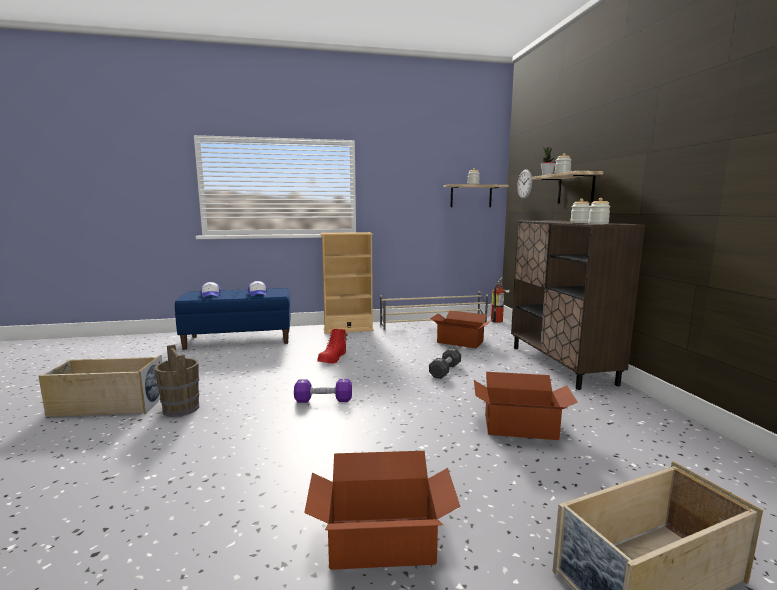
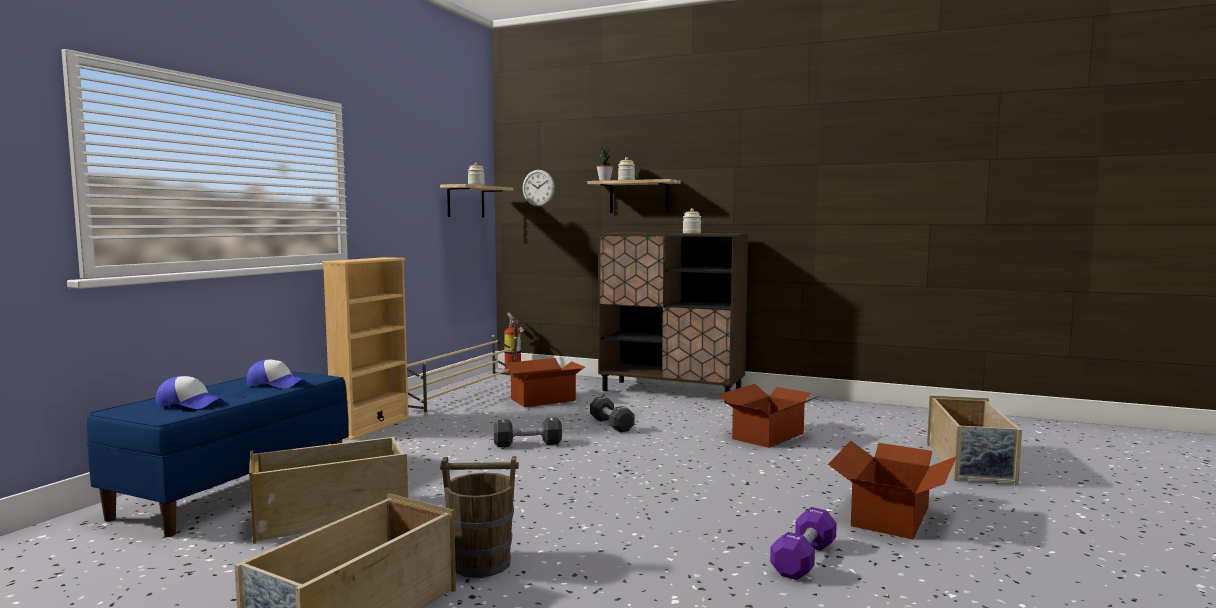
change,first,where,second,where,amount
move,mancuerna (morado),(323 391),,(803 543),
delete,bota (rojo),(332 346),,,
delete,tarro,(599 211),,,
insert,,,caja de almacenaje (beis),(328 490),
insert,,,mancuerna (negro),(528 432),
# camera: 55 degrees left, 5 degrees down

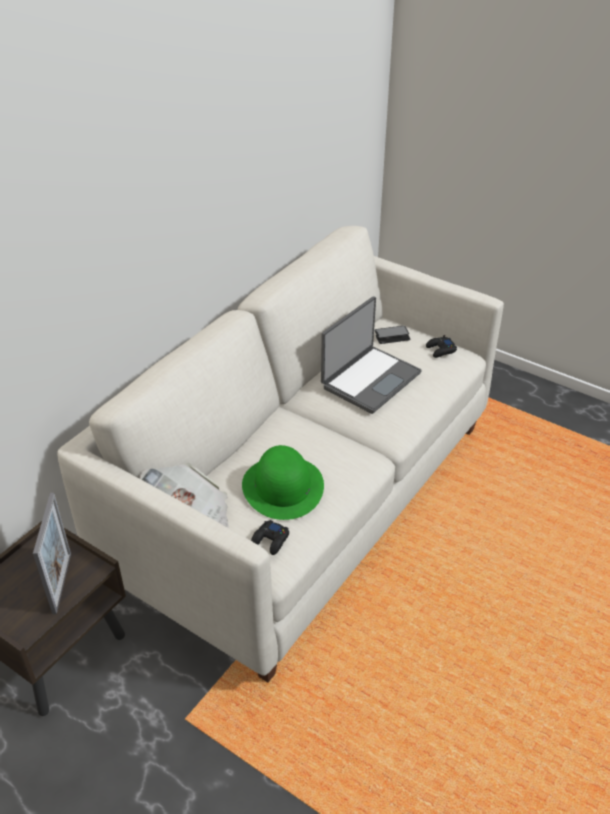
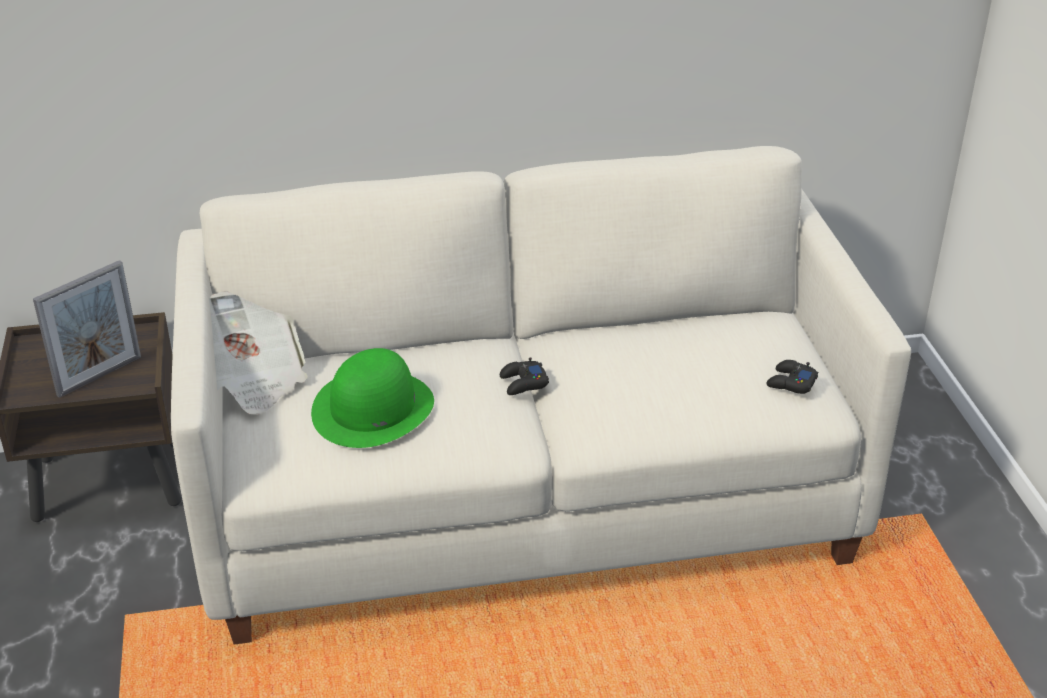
change,first,where,second,where,amount
move,mando de consola (negro),(270 537),,(524 376),
delete,portátil,(371 355),,,
delete,móvil,(392 335),,,
# camera: 45 degrees right, 5 degrees down

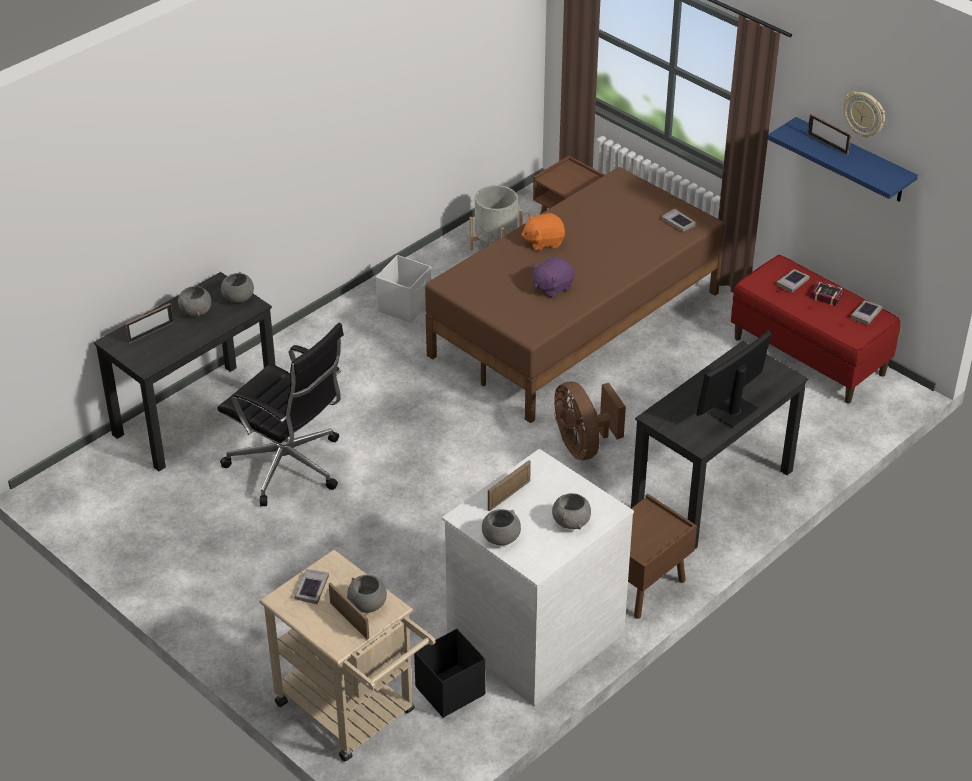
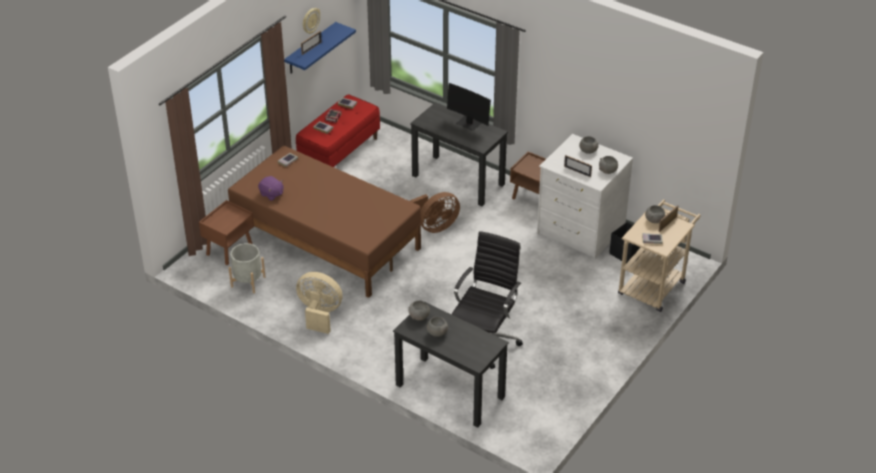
change,first,where,second,where,amount
delete,portarretratos,(149 323),,,
replace,caja de almacenaje (blanco),(403 289),ventilador (beis),(319 303),
delete,peluche (naranja),(543 232),,,
move,peluche (morado),(553 277),,(270 188),
# camera: 100 degrees left, 0 degrees up

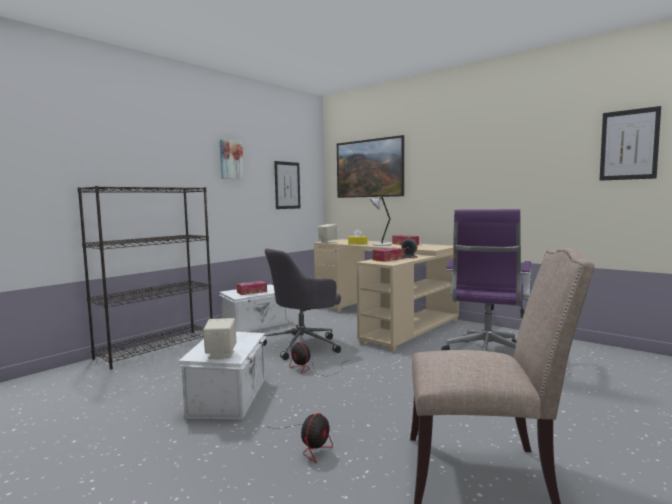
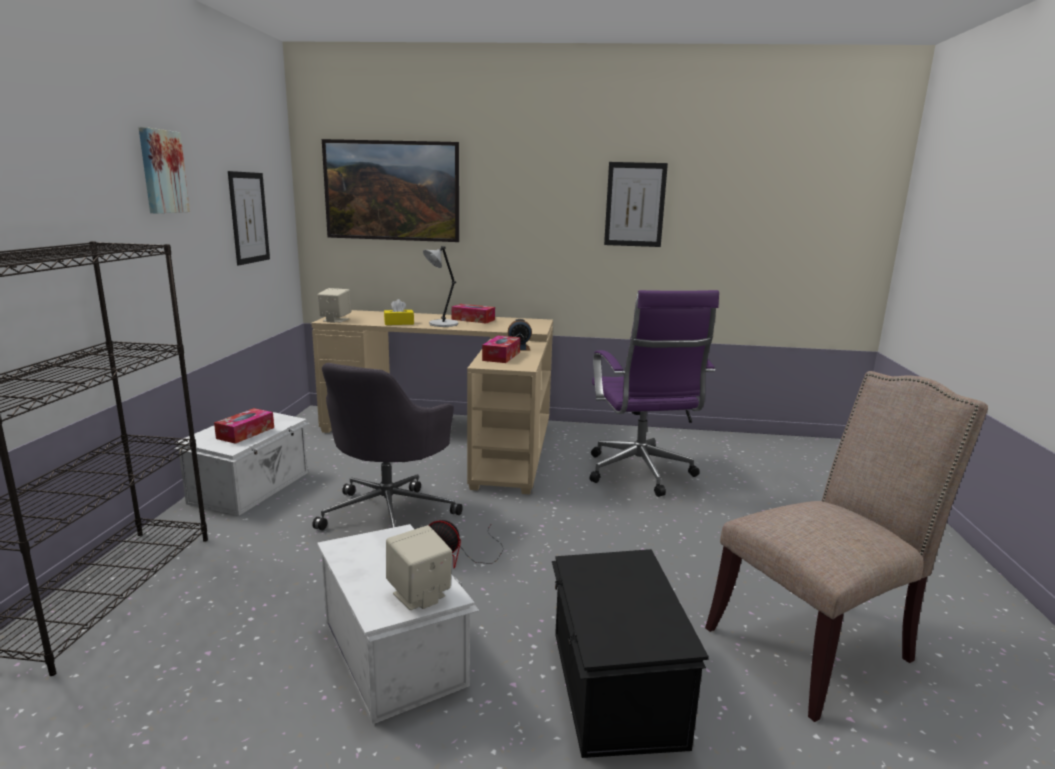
change,first,where,second,where,amount
replace,ventilador,(299 438),caja de almacenaje (negro),(630 653),
move,cuadro,(630 143),,(636 204),
# camera: 35 degrees left, 10 degrees up

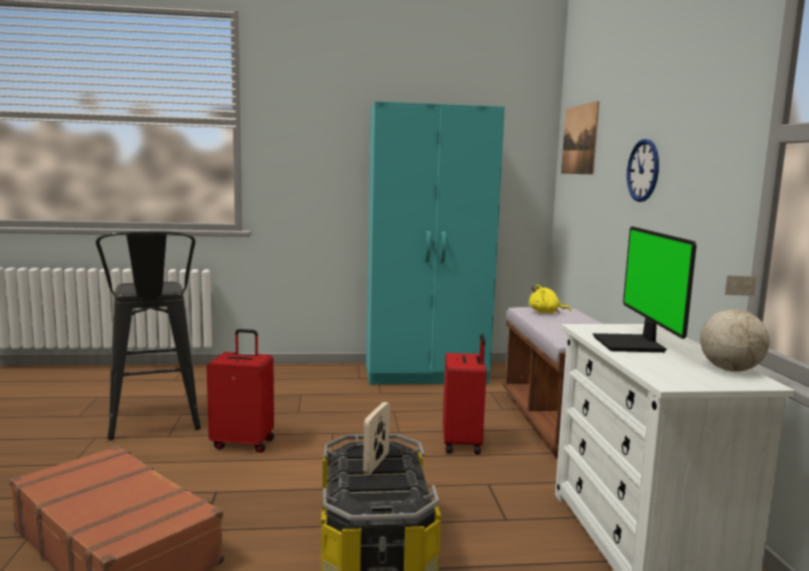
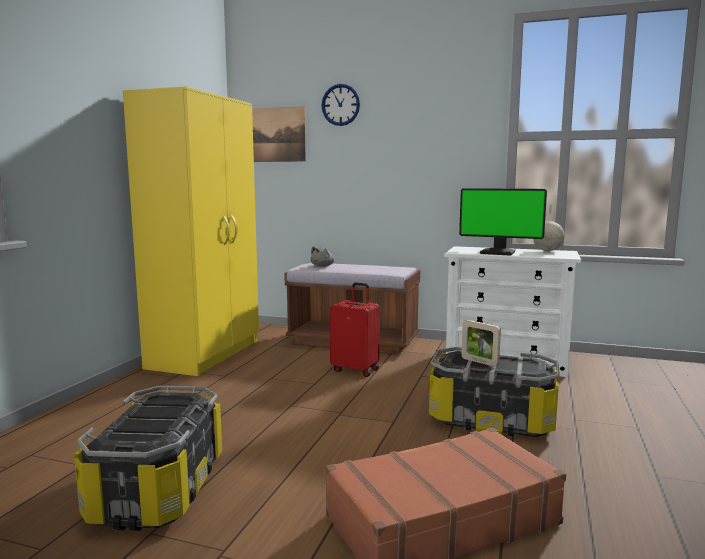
change,first,where,second,where,amount
replace,taburete (negro),(148 335),caja de almacenaje,(148 458),
delete,maleta (rojo),(240 391),,,
recolor,armario ropero (turquesa),(435 243),armario ropero (amarillo),(191 231),
recolor,peluche (amarillo),(550 298),peluche (gris),(322 256),
move,reloj de pared,(643 170),,(341 105),
# camera: 65 degrees left, 0 degrees up

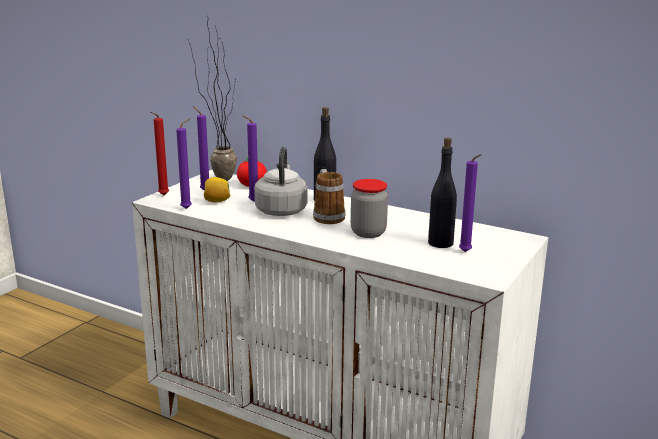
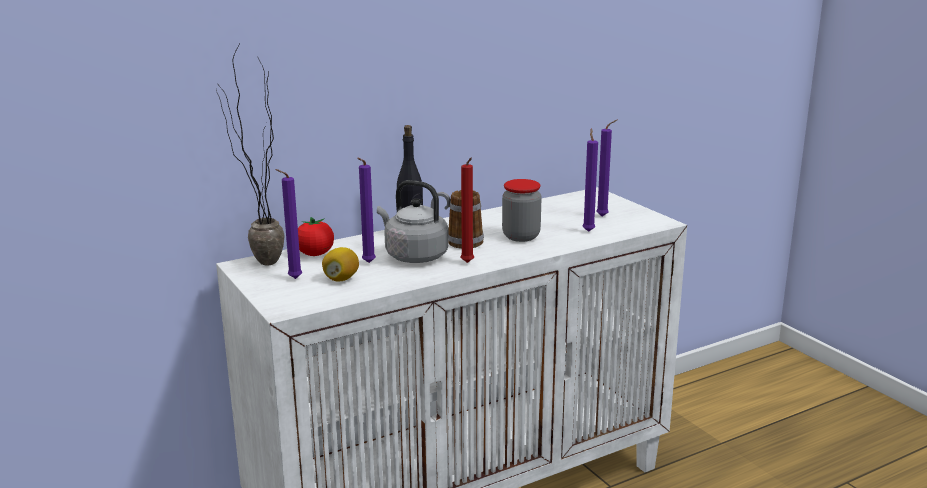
change,first,where,second,where,amount
move,vela (rojo),(159 153),,(467 210),
move,vela (morado),(184 163),,(590 180),
delete,botella (negro),(442 192),,,
# camera: 60 degrees left, 0 degrees up

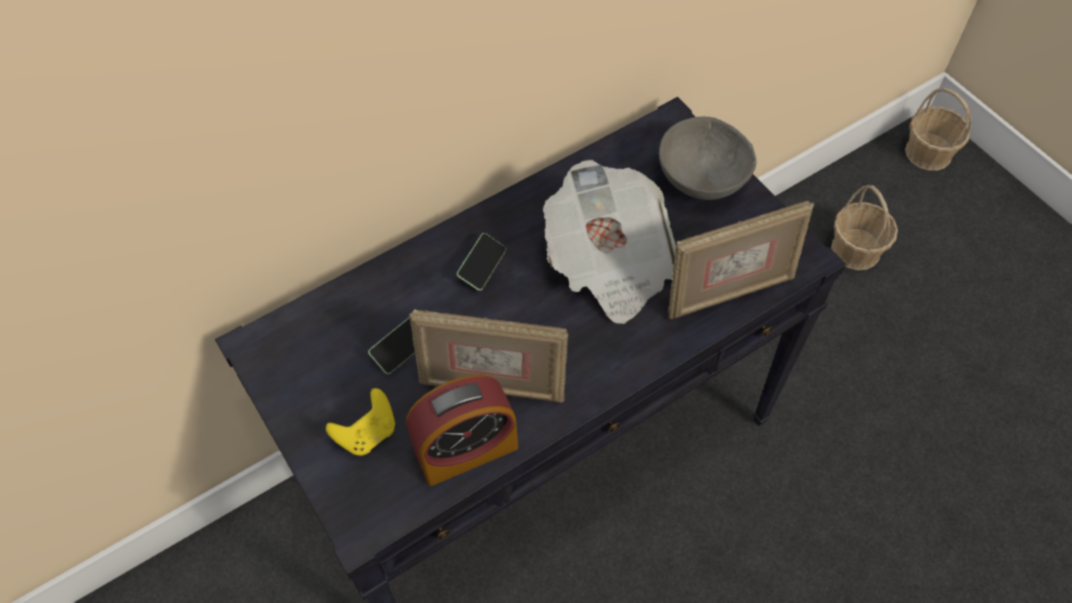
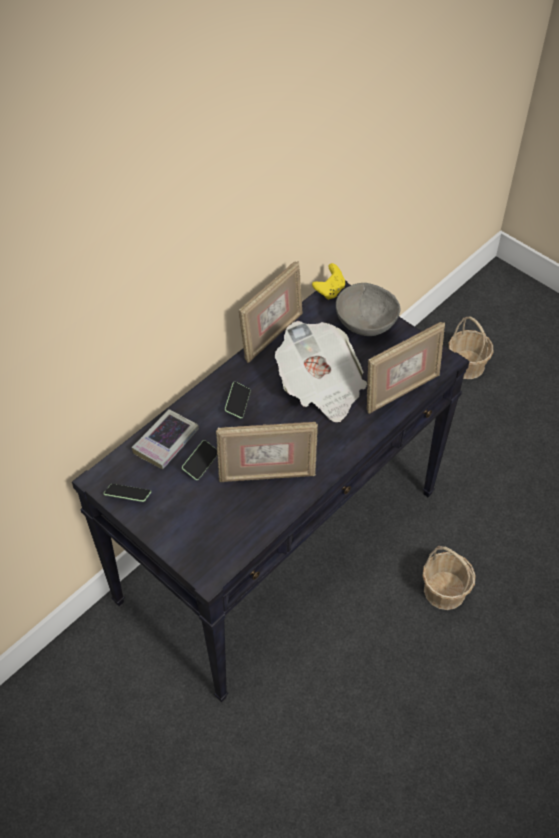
change,first,where,second,where,amount
move,mando de consola (amarillo),(360 422),,(328 281),
delete,despertador,(462 430),,,
move,cesta,(938 129),,(449 578),
insert,,,móvil,(127 493),
insert,,,libro,(165 439),
insert,,,portarretratos,(270 312),
# camera: 15 degrees left, 5 degrees down

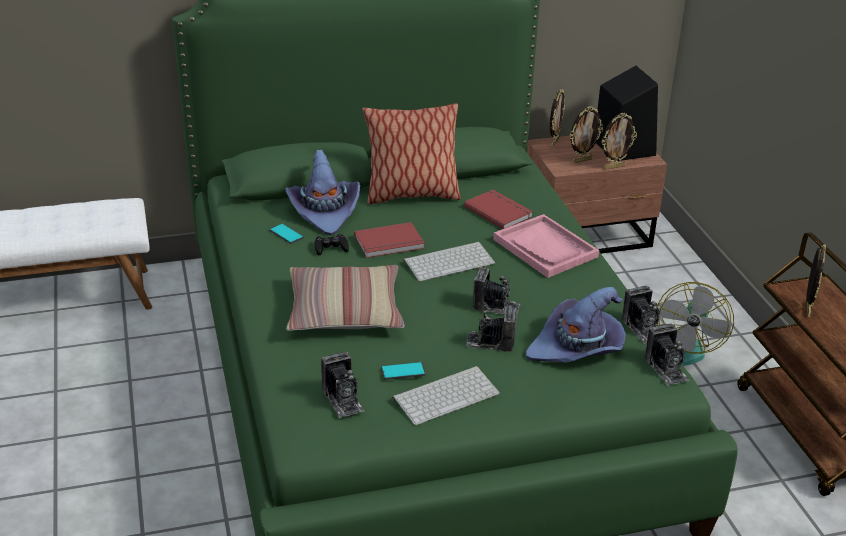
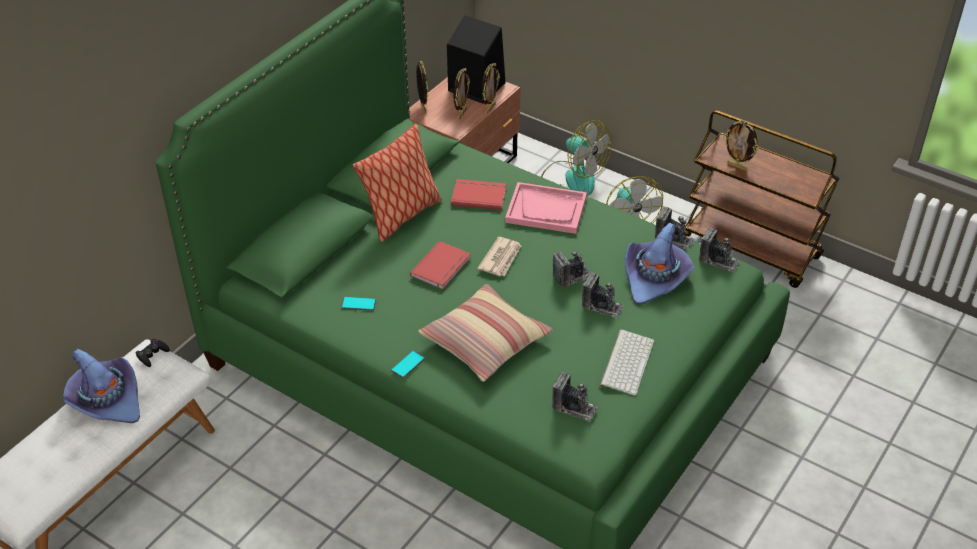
change,first,where,second,where,amount
move,sombrero (morado),(322 192),,(101 386),
move,mando de consola (negro),(331 244),,(152 353),
move,móvil,(403 371),,(408 364),
replace,teclado,(449 262),periódico,(499 256),
rotate,cámara,(491 329),,(603 295),120 degrees counterclockwise
rotate,portarretratos,(816 280),,(741 145),150 degrees clockwise
insert,,,ventilador,(576 158),
# camera: 40 degrees left, 10 degrees up

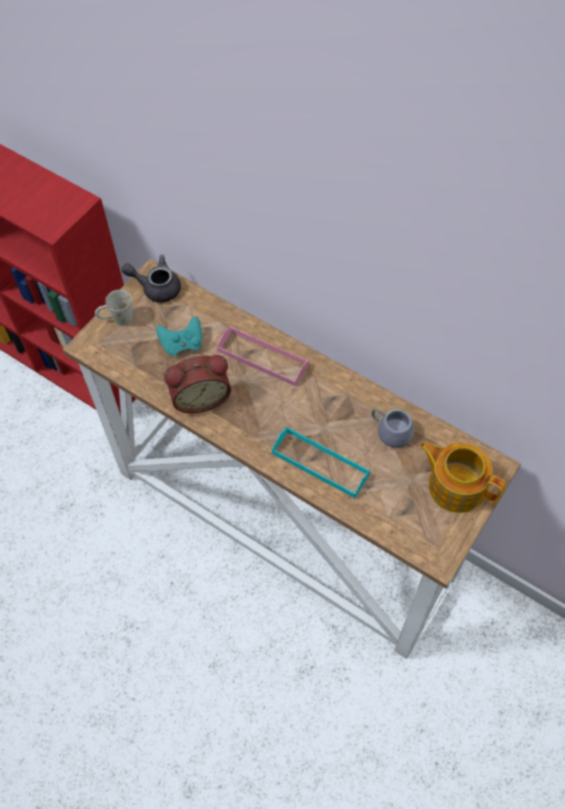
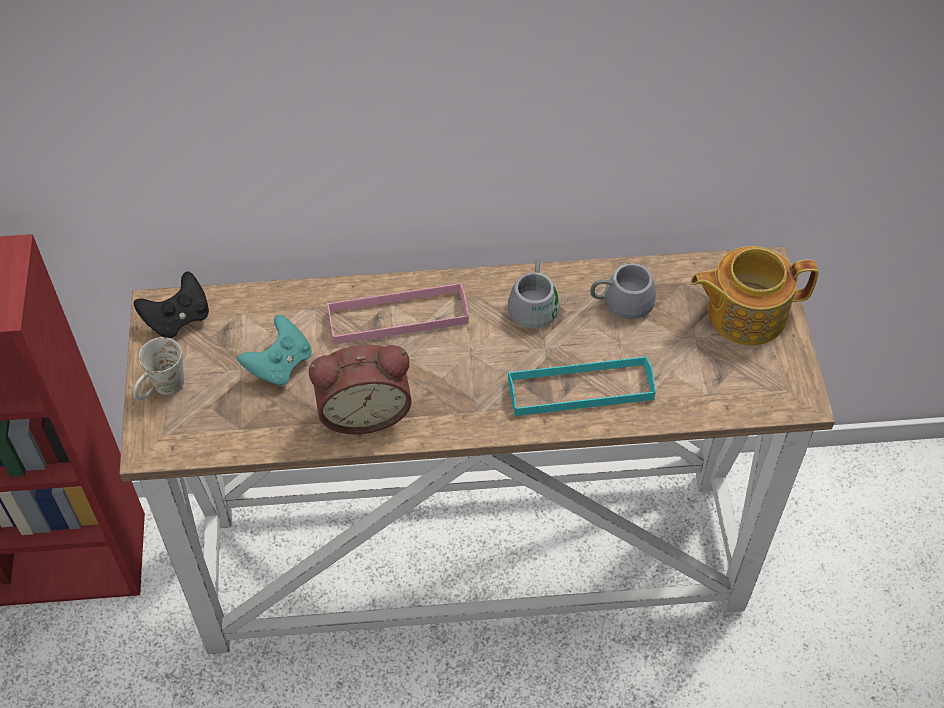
change,first,where,second,where,amount
replace,tetera (gris),(151 279),mando de consola (negro),(171 304),
rotate,despertador,(197 384),,(360 389),45 degrees clockwise
insert,,,taza grande (gris),(540 294),
# camera: 40 degrees left, 5 degrees down

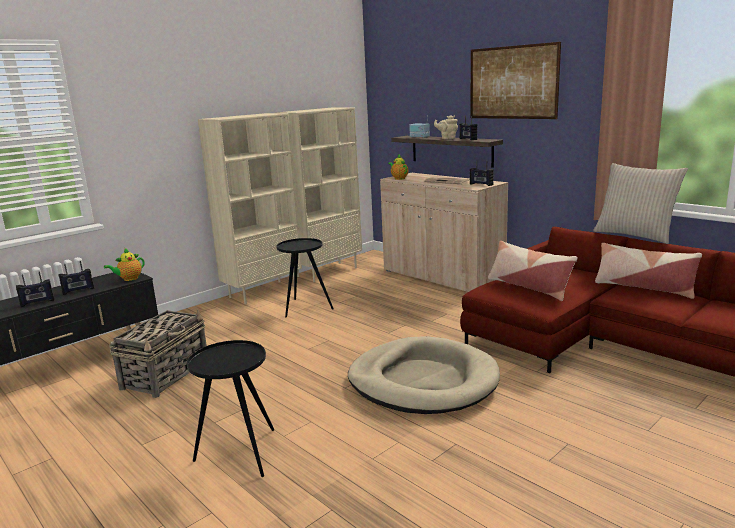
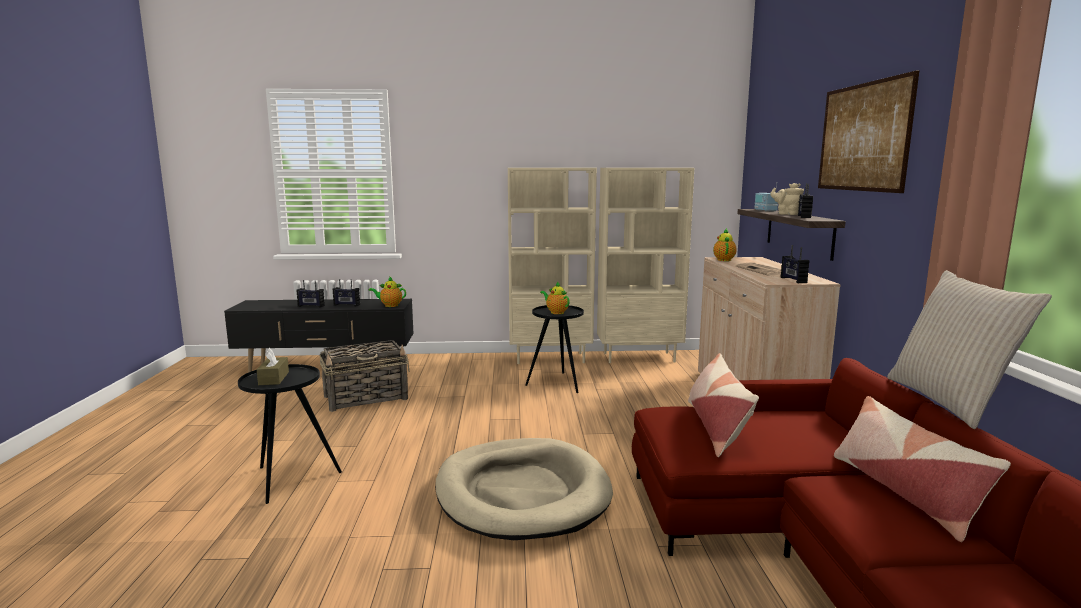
change,first,where,second,where,amount
insert,,,caja de pañuelos (marrón),(273 366),
insert,,,tetera,(555 297),
# camera: 40 degrees right, 5 degrees down

